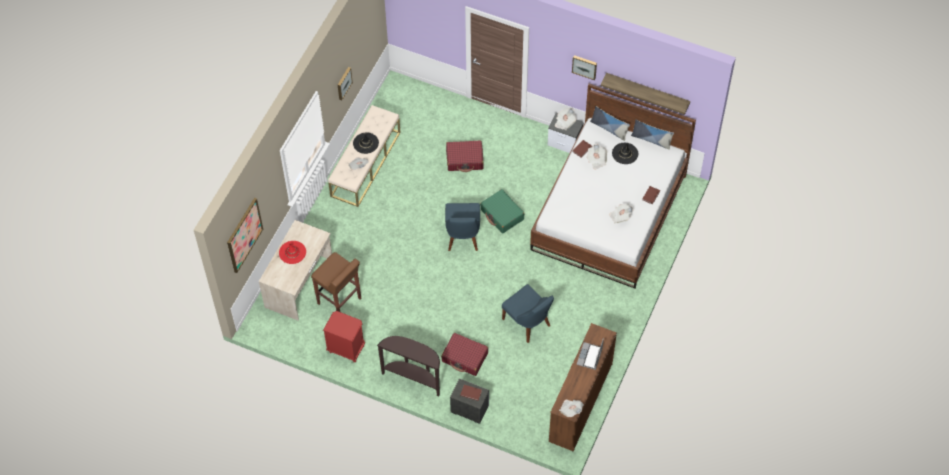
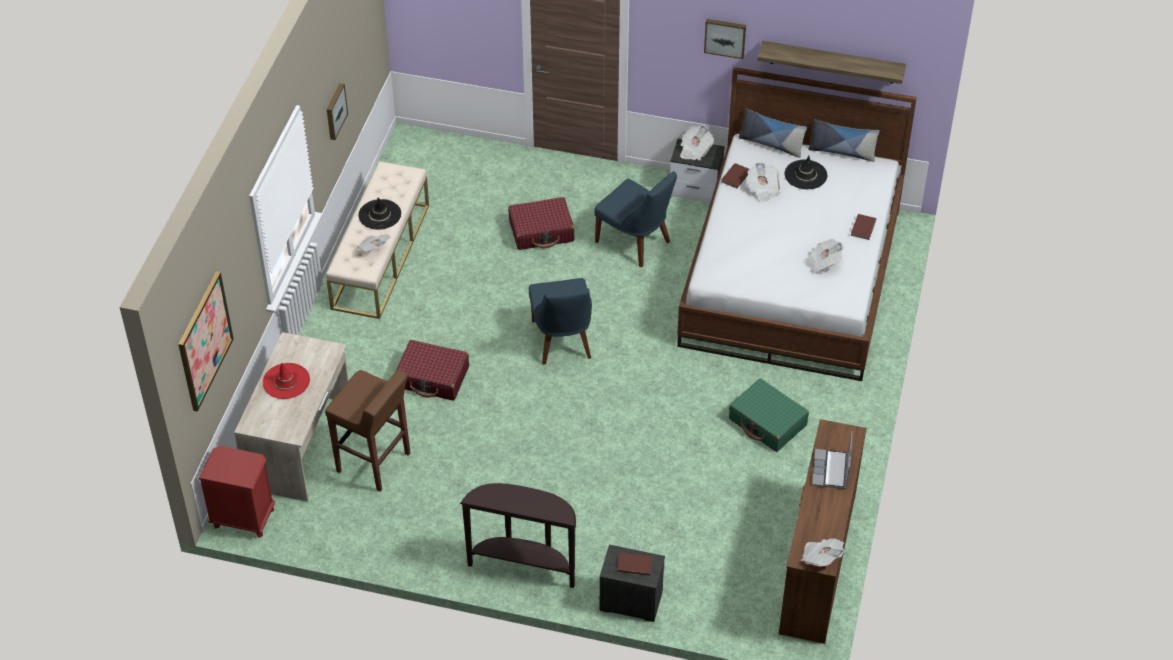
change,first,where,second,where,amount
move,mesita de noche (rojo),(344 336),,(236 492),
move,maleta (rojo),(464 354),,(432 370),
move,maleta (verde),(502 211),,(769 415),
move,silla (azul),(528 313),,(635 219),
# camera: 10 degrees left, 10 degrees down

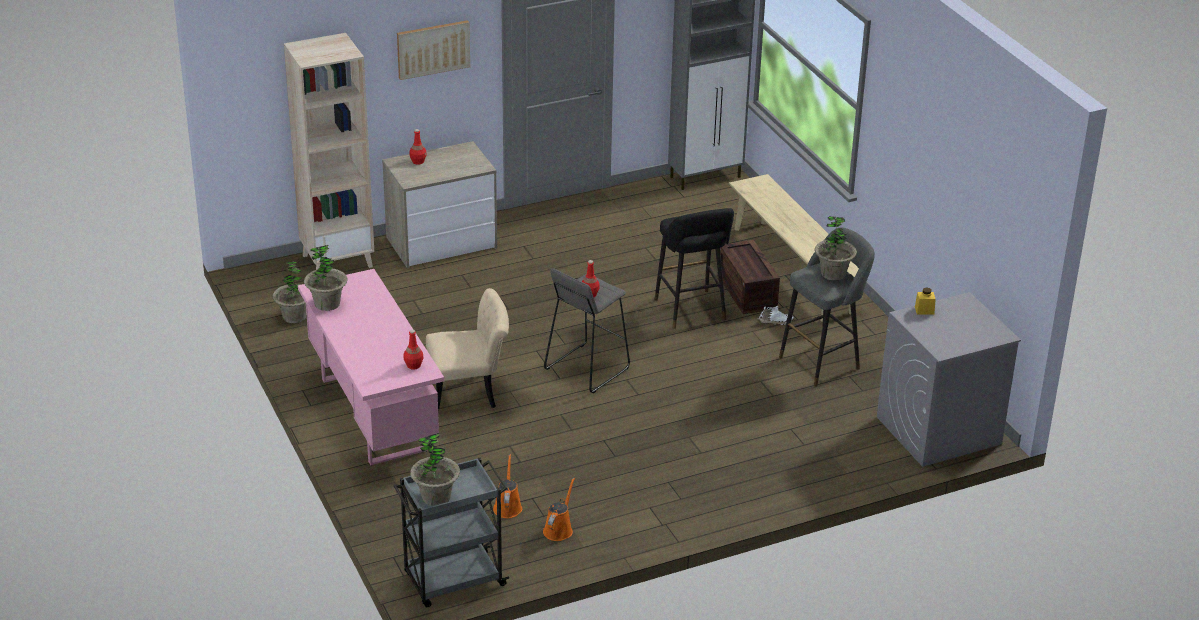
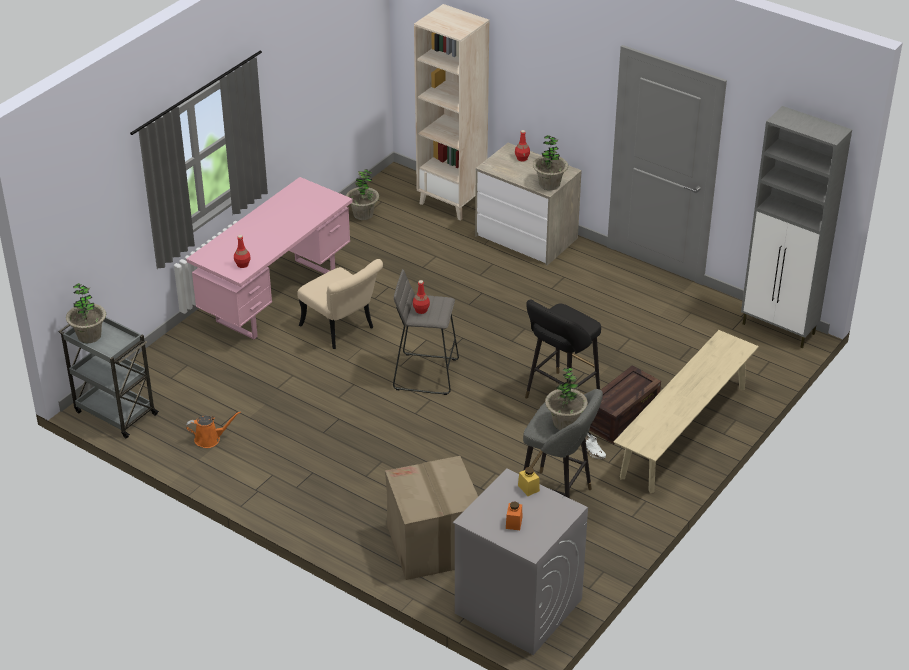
change,first,where,second,where,amount
move,planta en maceta,(326 278),,(550 162),
delete,cuadro,(433 50),,,
delete,regadera (naranja),(507 486),,,
insert,,,caja de cartón,(431 518),
insert,,,tarro (naranja),(514 515),
# camera: 60 degrees right, 5 degrees up

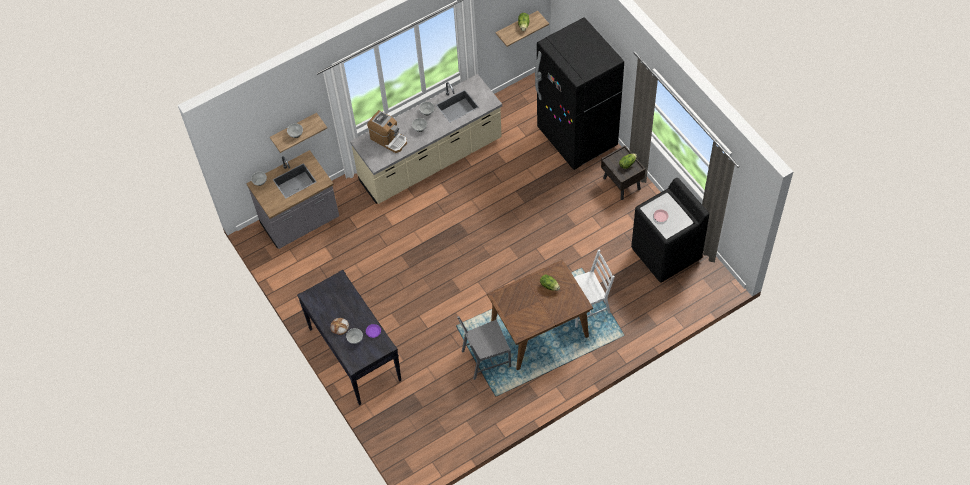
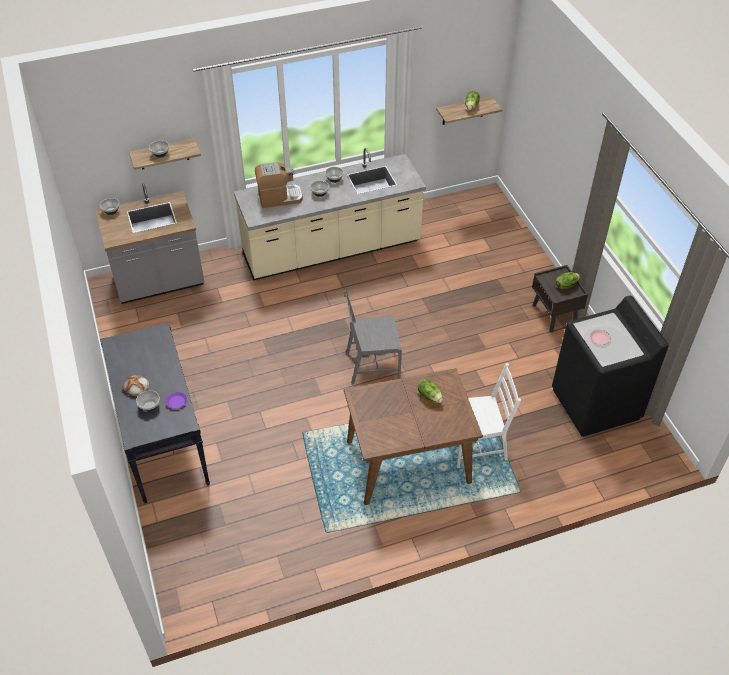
change,first,where,second,where,amount
rotate,cafetera,(387 131),,(279 185),60 degrees counterclockwise
move,silla (gris),(484 348),,(373 337),
delete,nevera (negro),(579 93),,,
# camera: 10 degrees right, 10 degrees down

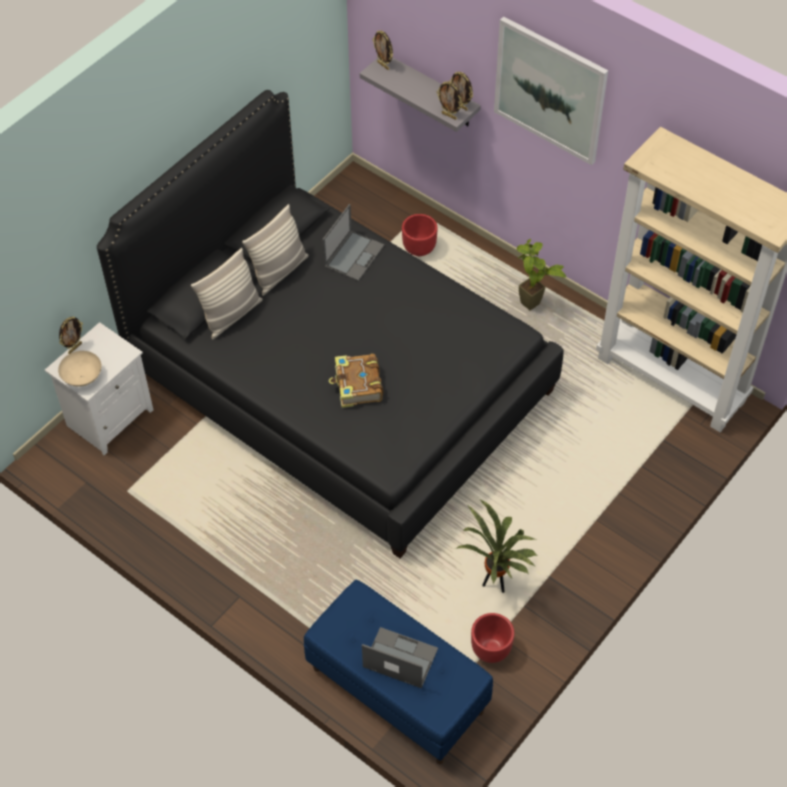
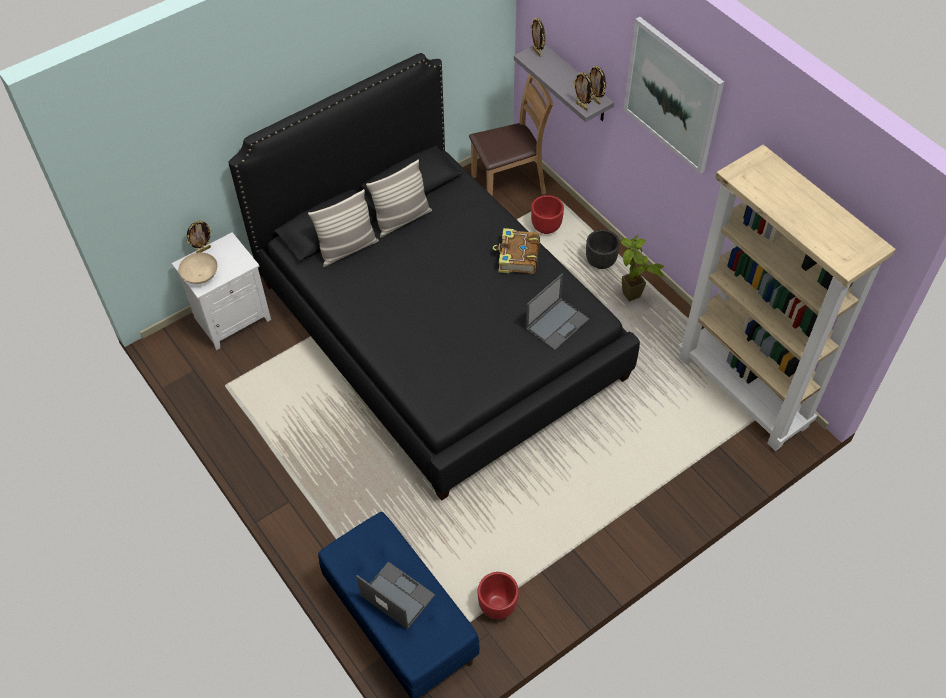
change,first,where,second,where,amount
move,portátil,(353 242),,(557 312),
move,libro,(356 381),,(516 251),
delete,planta en maceta,(497 546),,,
insert,,,silla (marrón),(511 135),
insert,,,maceta (negro),(603 249),
# camera: 15 degrees right, 0 degrees up

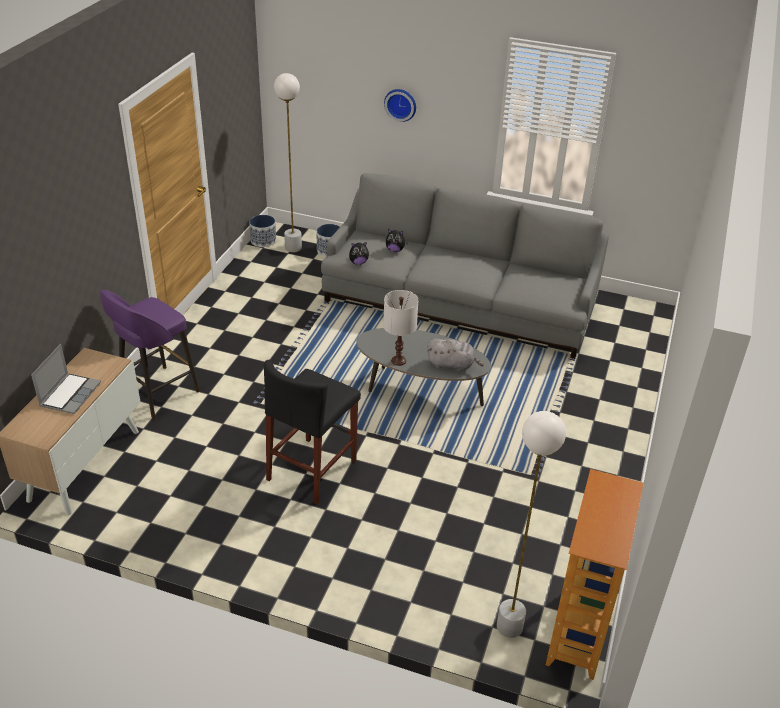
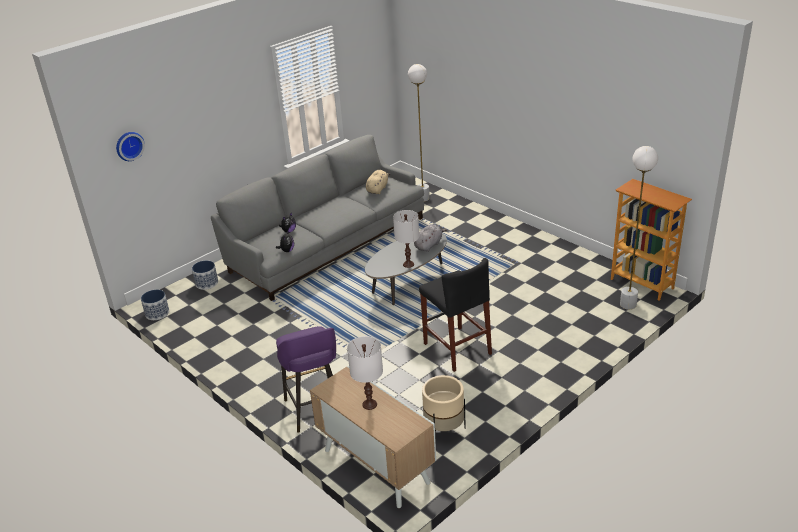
change,first,where,second,where,amount
replace,portátil,(66 379),lámpara de mesa (blanco),(365 373),
move,lámpara de pie (blanco),(288 162),,(419 133),
move,reloj de pared,(400 105),,(130 146),
insert,,,peluche (beis),(378 182),
insert,,,maceta (beis),(444 409),
# camera: 60 degrees left, 5 degrees down

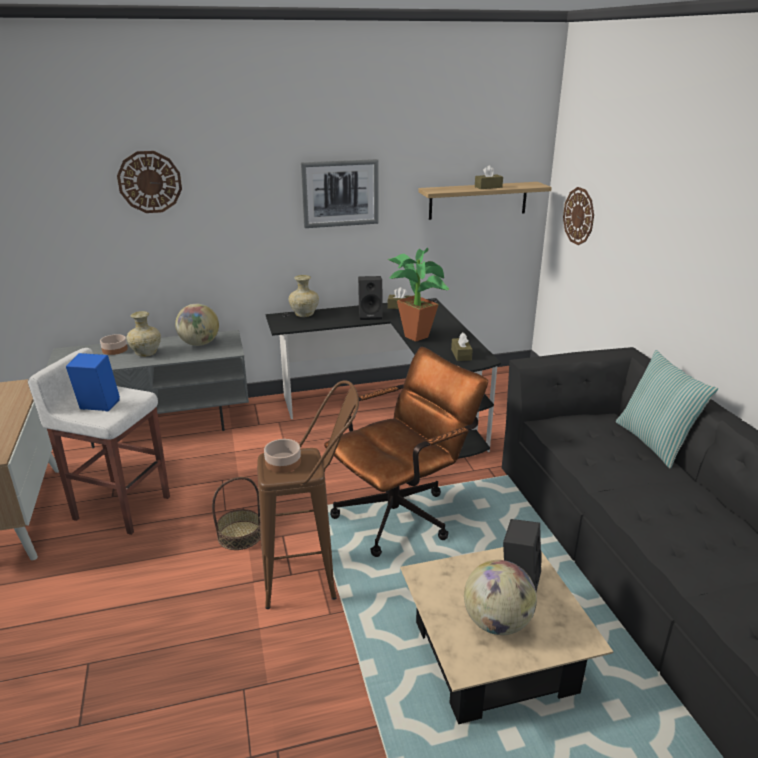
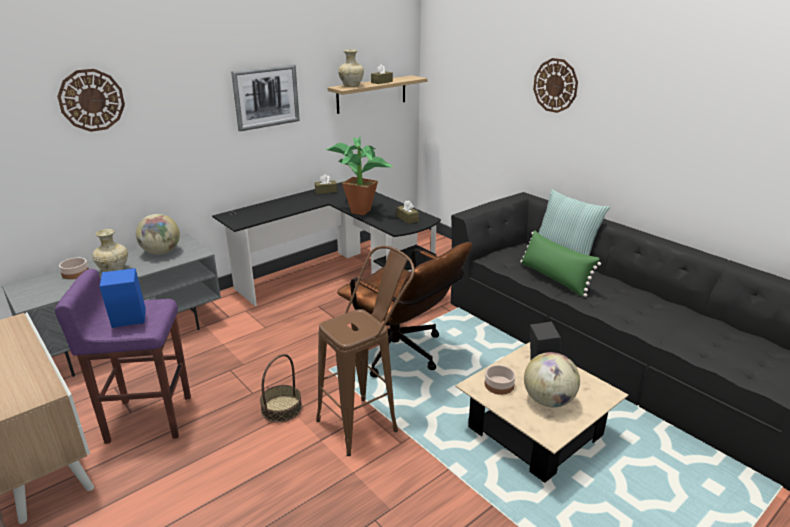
change,first,where,second,where,amount
recolor,taburete (blanco),(99 441),taburete (morado),(123 356),
move,cuenco,(282 456),,(500 380),
move,florero (beis),(304 296),,(351 68),
rotate,silla de oficina (marrón),(406 452),,(404 310),105 degrees clockwise
delete,altavoz (negro),(370 298),,,
move,reloj de pared,(578 216),,(555 85),
insert,,,cojín (verde),(560 263),
# camera: 25 degrees left, 0 degrees up

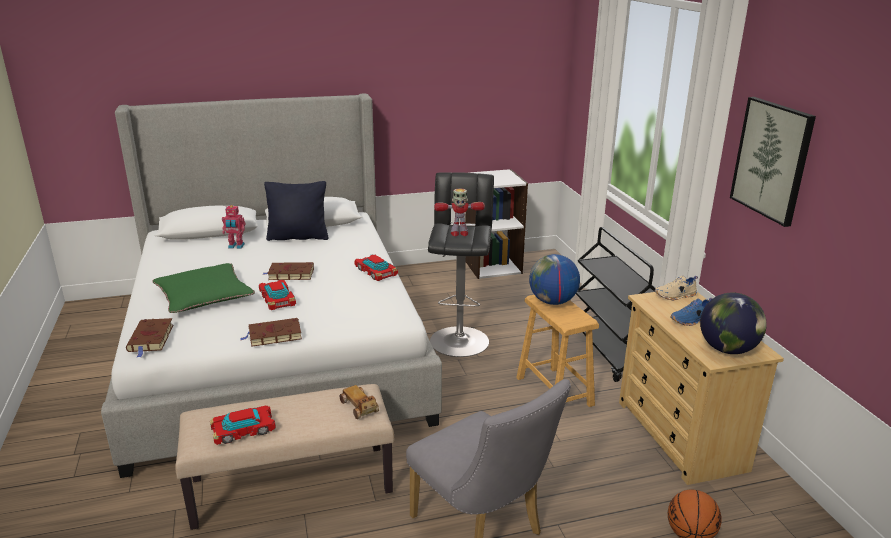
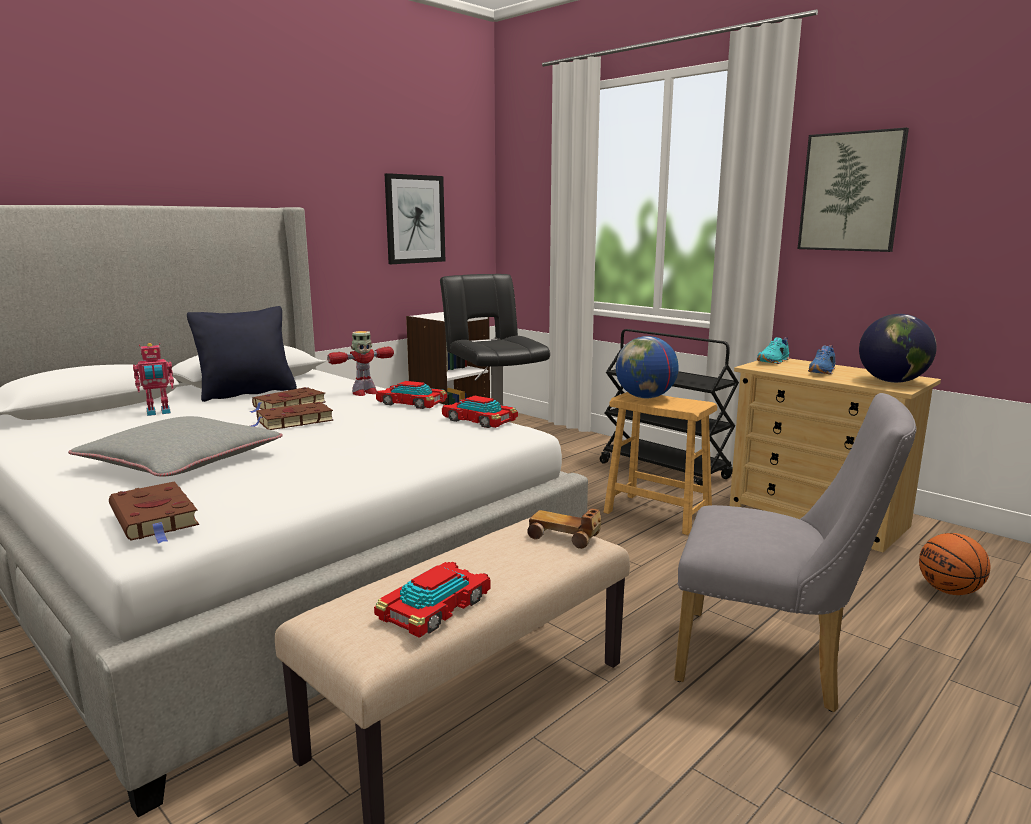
change,first,where,second,where,amount
recolor,cojín (verde),(203 288),cojín (gris),(175 446),
move,libro (marrón),(271 332),,(288 400),
move,coche de juguete,(277 294),,(480 412),
move,robot de juguete,(459 212),,(360 363),
recolor,zapato (beis),(676 287),zapato (turquesa),(773 350),
insert,,,cuadro,(415 218),
# camera: 30 degrees left, 10 degrees down

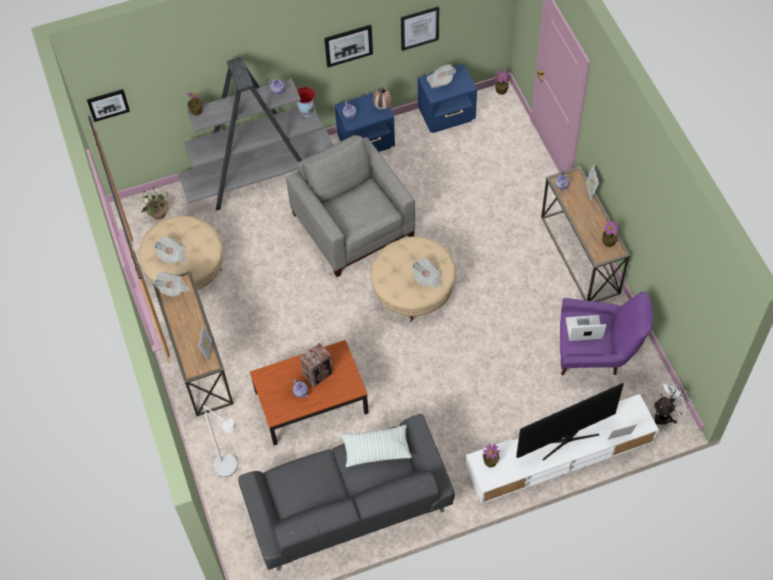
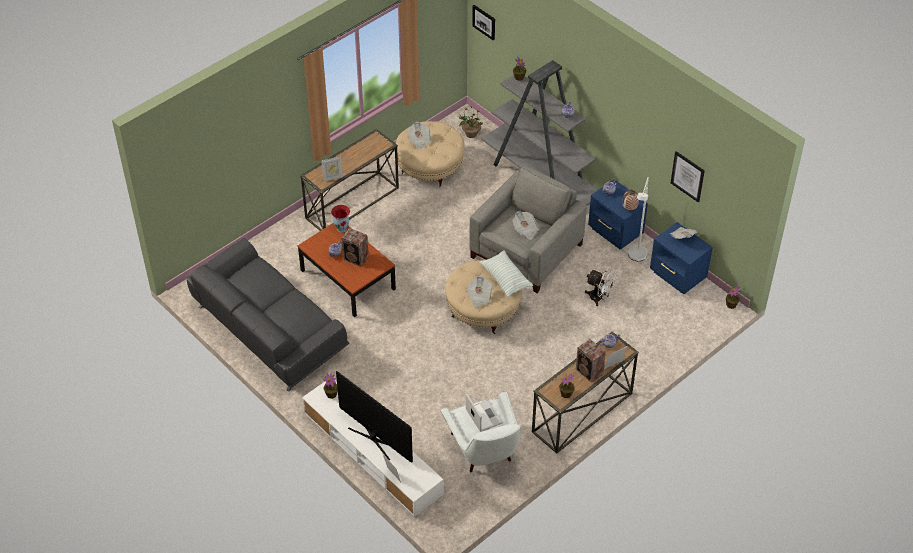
change,first,where,second,where,amount
move,periódico,(171 284),,(526 225),
move,lámpara de pie (blanco),(220 441),,(638 219),
move,florero,(306 102),,(340 219),
delete,cuadro,(348 46),,,
move,cojín,(376 446),,(506 273),
recolor,sillón (morado),(606 333),sillón (blanco),(480 432),
move,ventilador (blanco),(672 402),,(601 286),
insert,,,altavoz,(591 361),
# camera: 65 degrees right, 10 degrees down

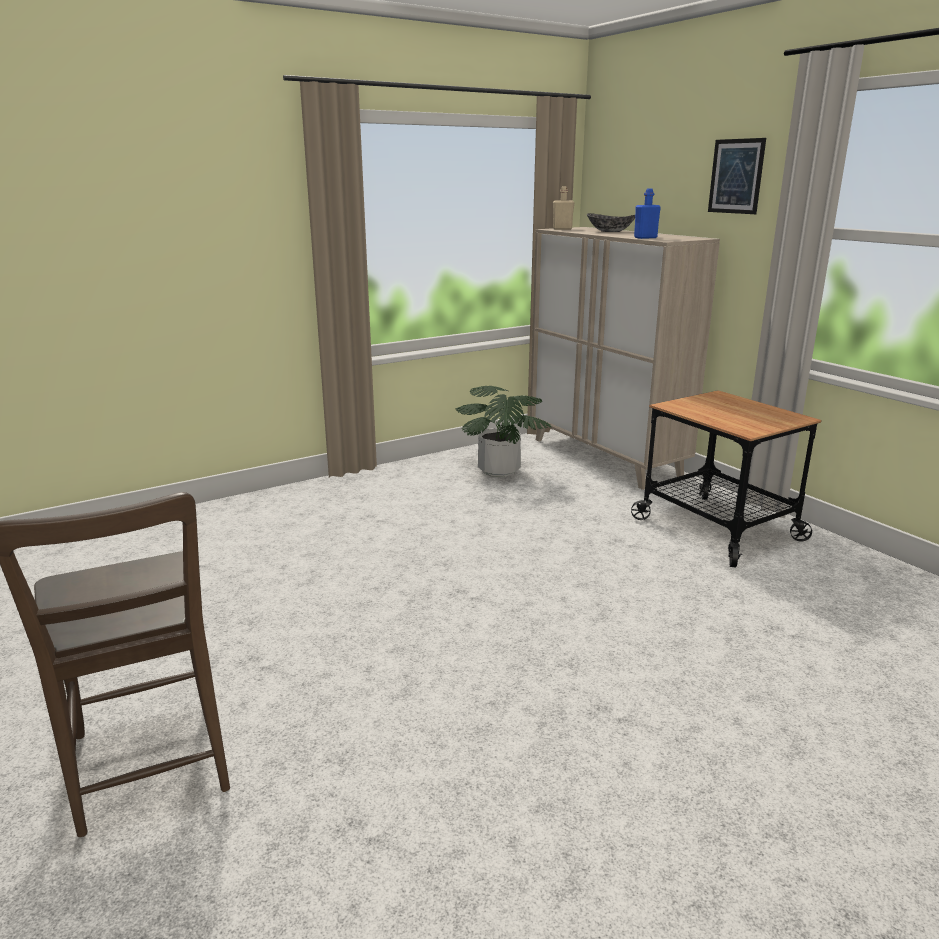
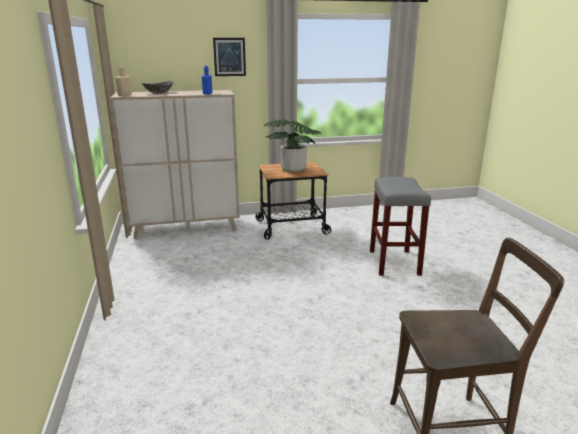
change,first,where,second,where,amount
move,planta en maceta,(503 431),,(292 146),
insert,,,taburete (gris),(400 226),
# camera: 70 degrees left, 0 degrees up

